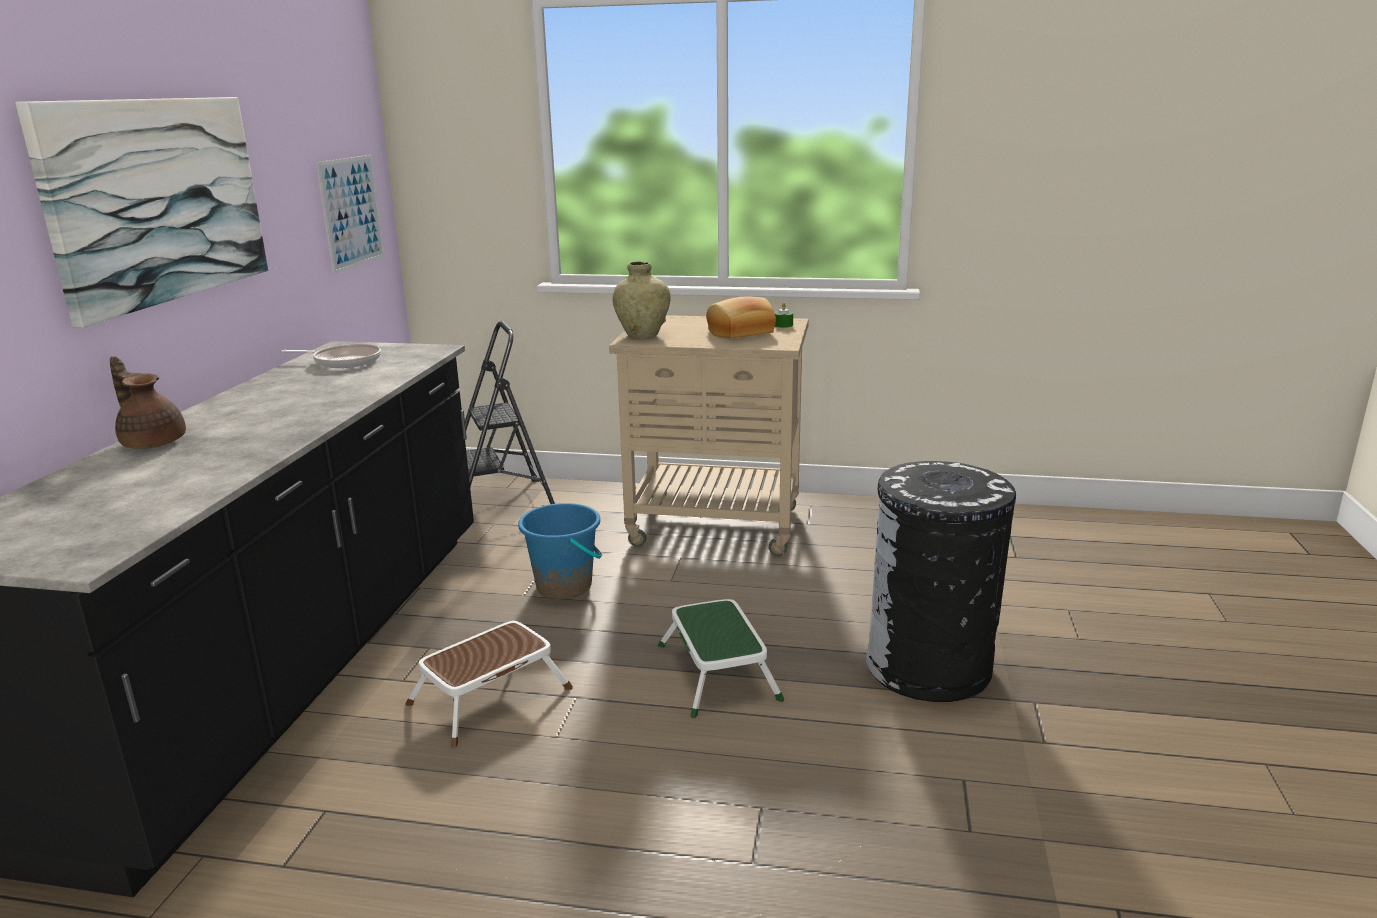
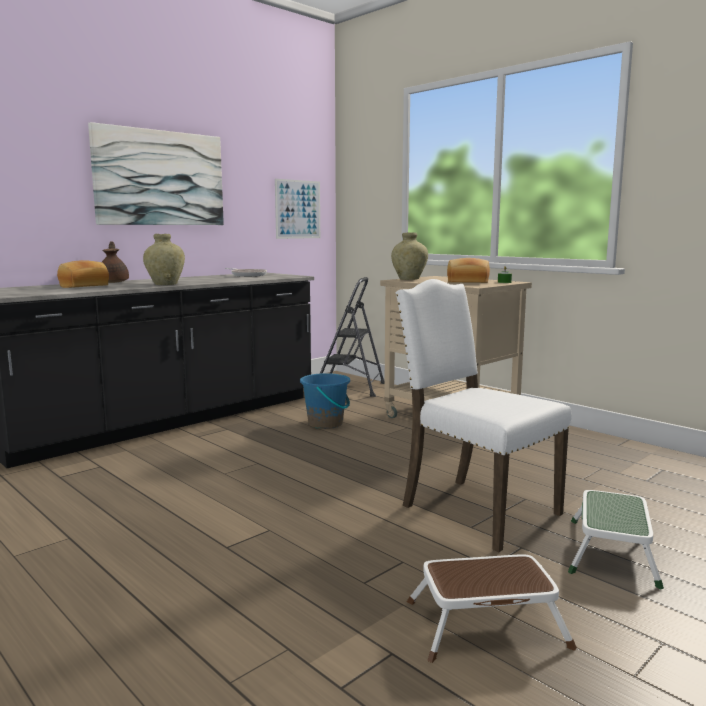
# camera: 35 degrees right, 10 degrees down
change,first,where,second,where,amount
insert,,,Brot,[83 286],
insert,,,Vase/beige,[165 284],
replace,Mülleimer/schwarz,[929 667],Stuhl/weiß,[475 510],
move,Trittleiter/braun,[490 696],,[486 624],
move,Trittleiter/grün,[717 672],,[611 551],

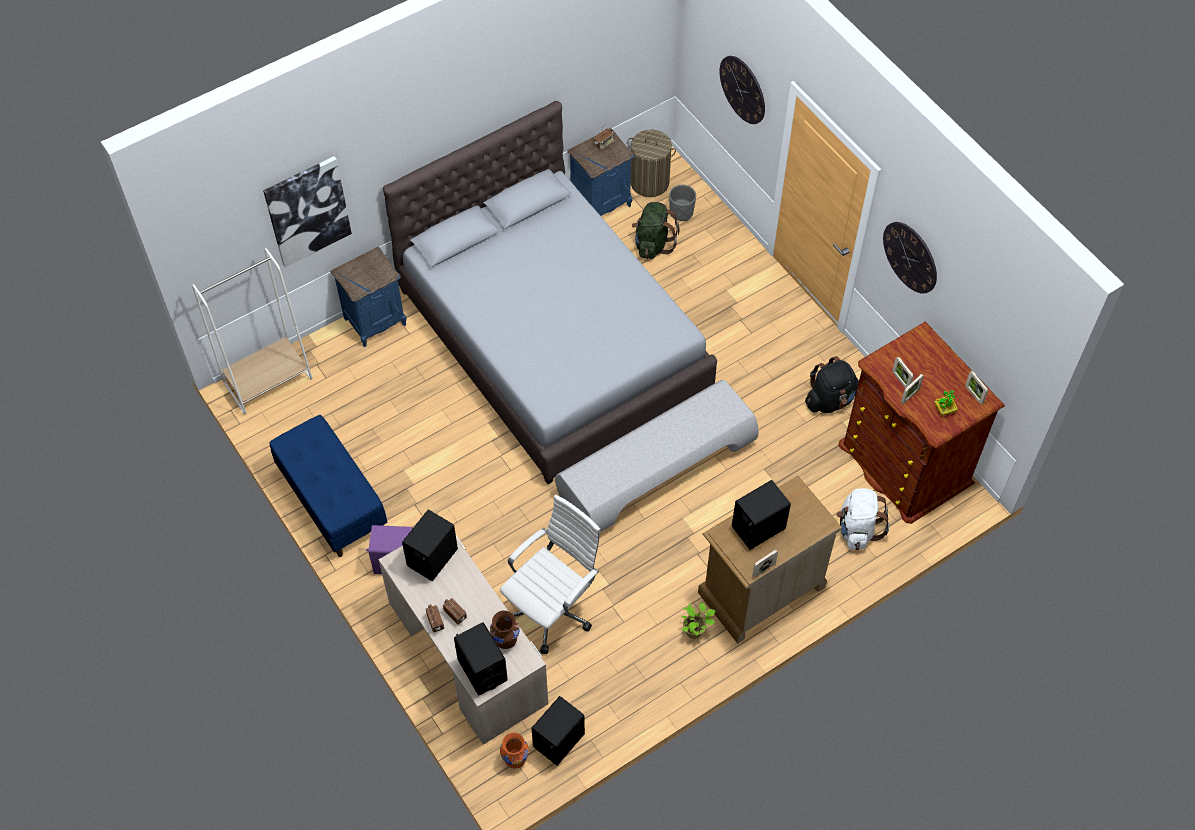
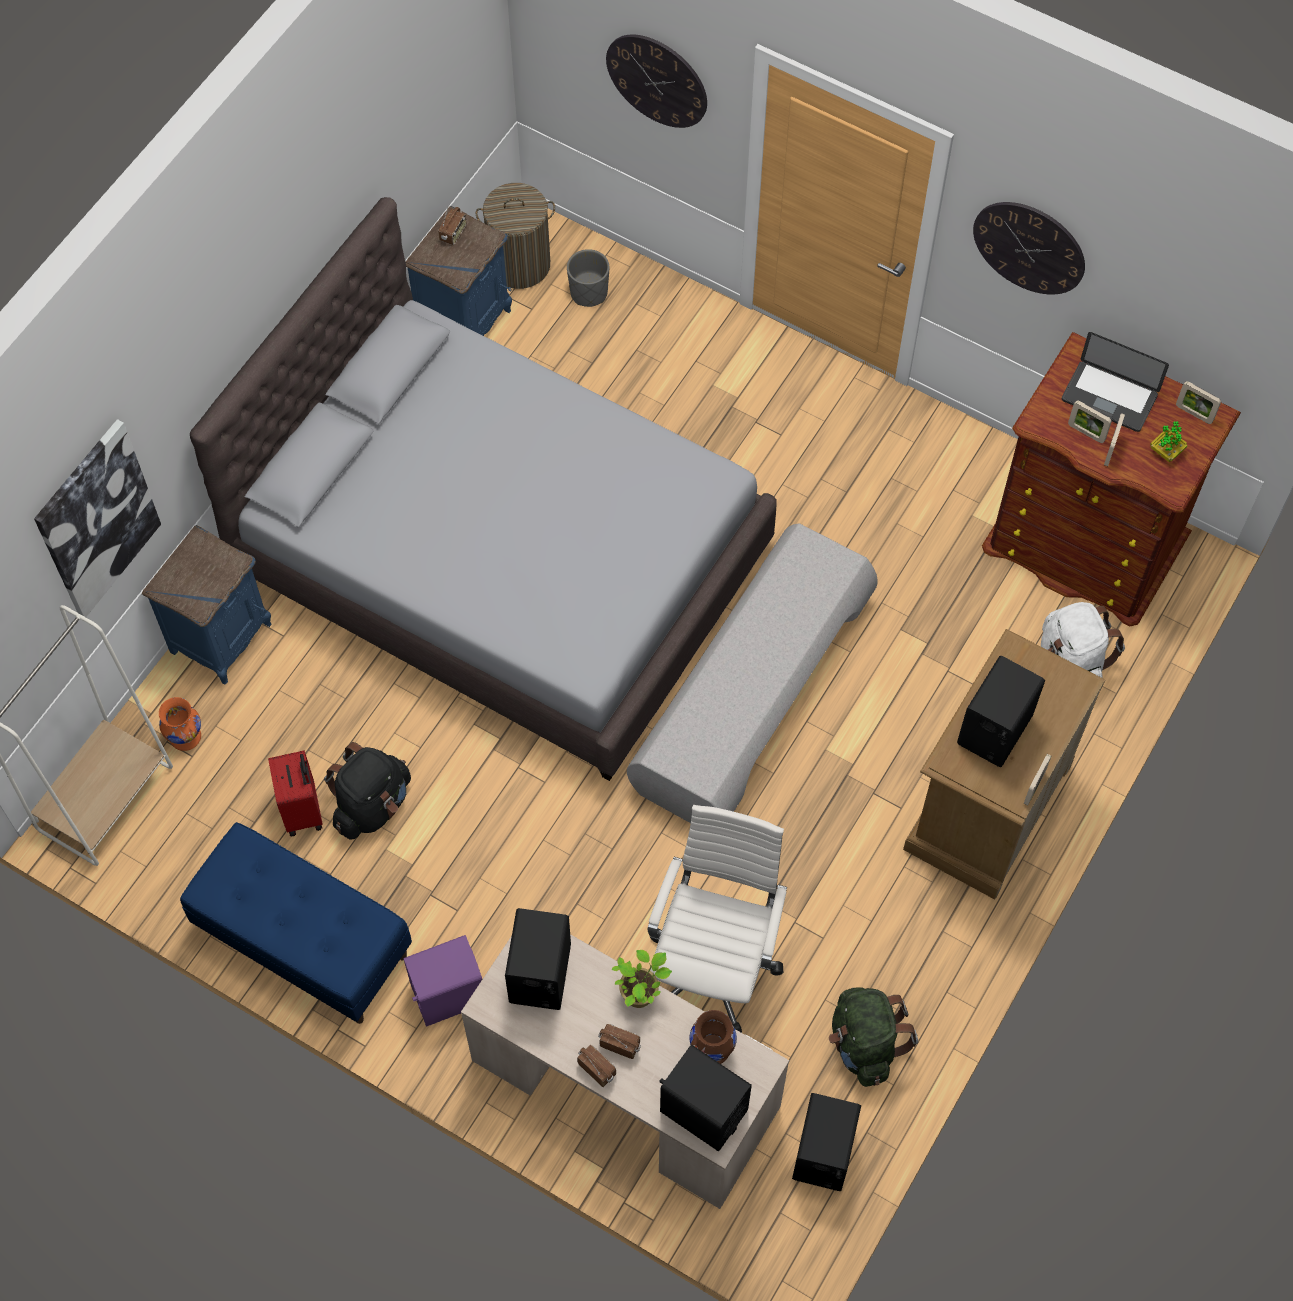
# camera: 25 degrees left, 5 degrees up
change,first,where,second,where,amount
move,Vase/orange,[515 758],,[185 737],
insert,,,Koffer/rot,[303 810],
move,Rucksack/schwarz,[830 400],,[372 805],
move,Topfpflanze,[695 631],,[640 993],
move,Rucksack/grün,[653 244],,[864 1044],
insert,,,Laptop,[1109 397],

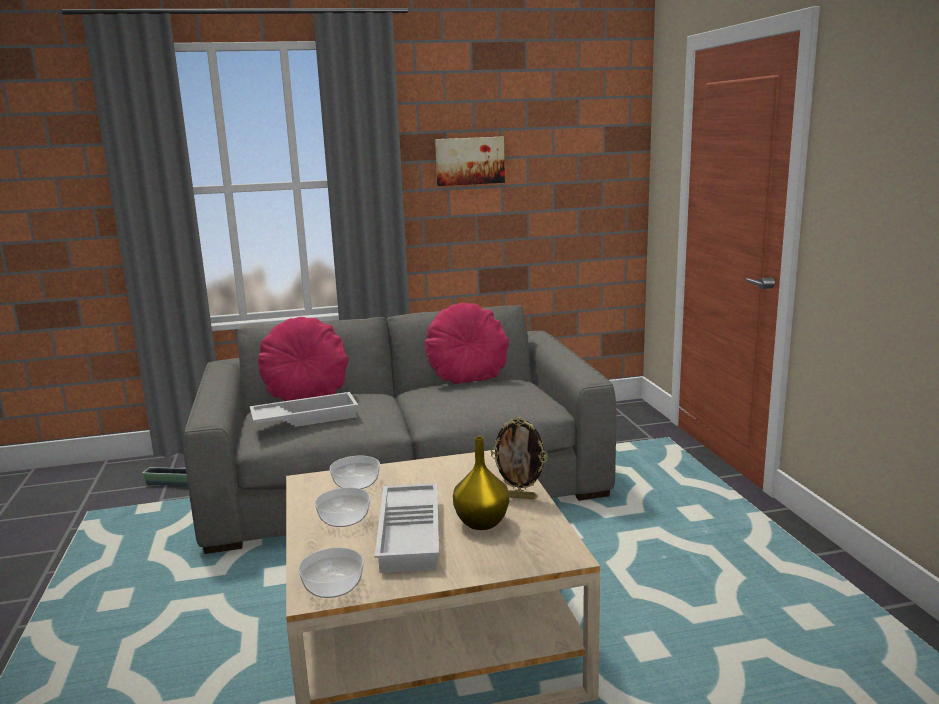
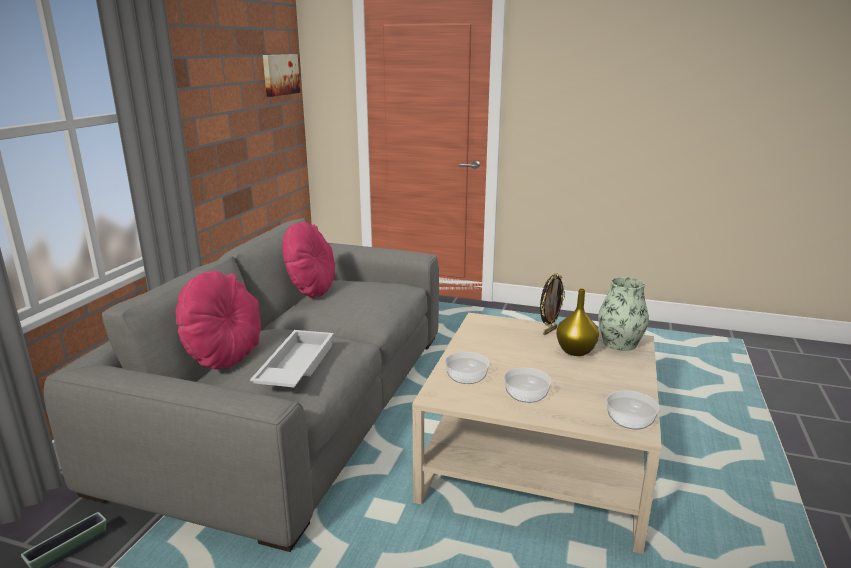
# camera: 60 degrees left, 5 degrees up
change,first,where,second,where,amount
move,Bild,[469 161],,[280 74],
insert,,,Vase,[619 343],
delete,Tablett/weiß,[412 534],,,

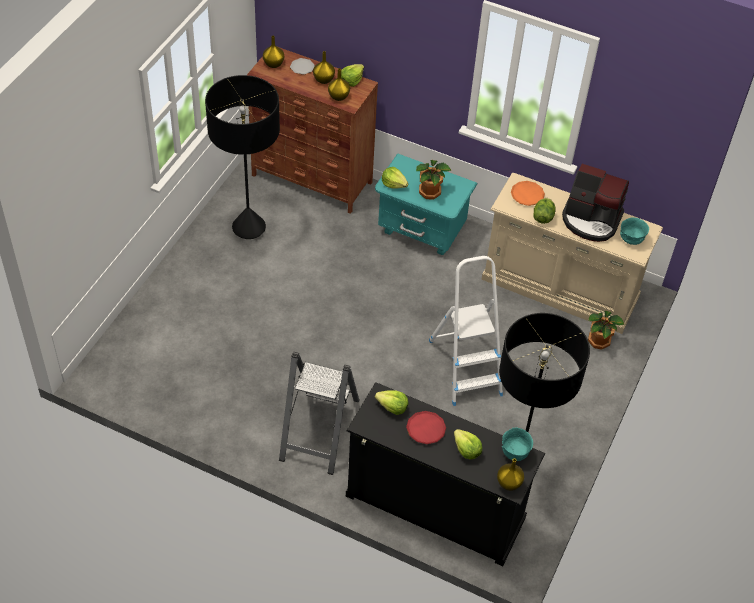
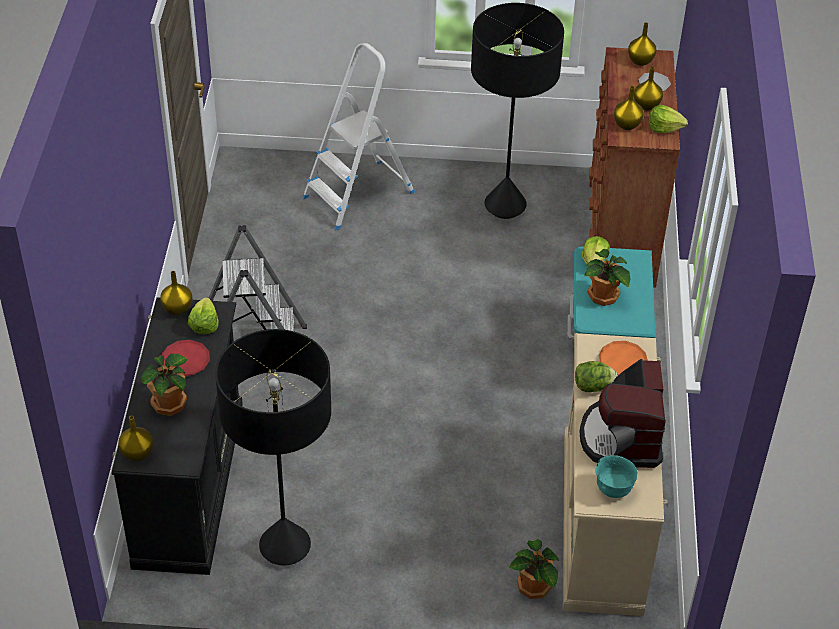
# camera: 70 degrees right, 5 degrees down
change,first,where,second,where,amount
replace,Salatkopf,[466 450],Topfpflanze,[170 403],
insert,,,Vase/gelb,[178 309],
move,Trittleiter/weiß,[465 368],,[357 195],
delete,Schüssel/türkis,[515 453],,,

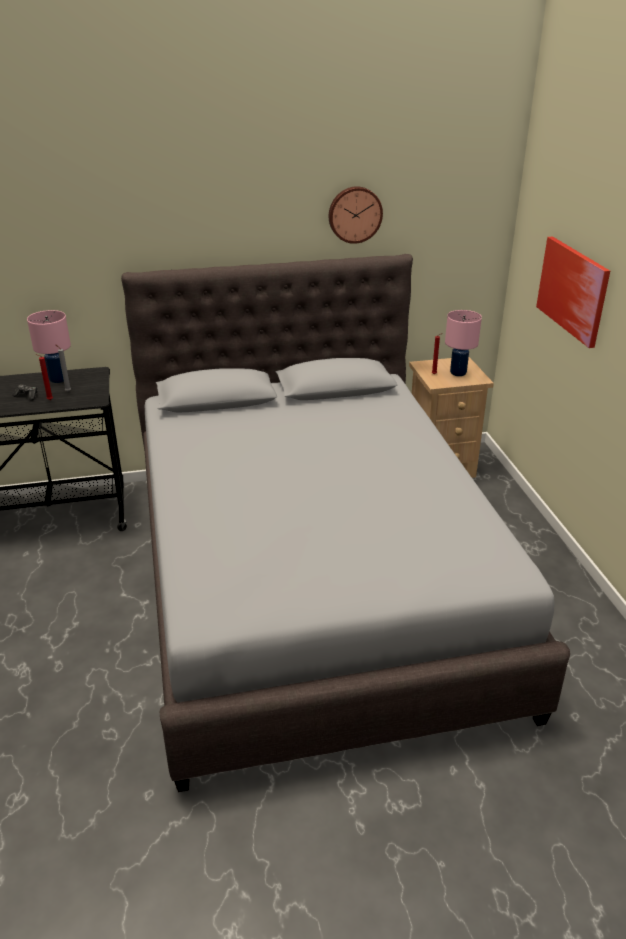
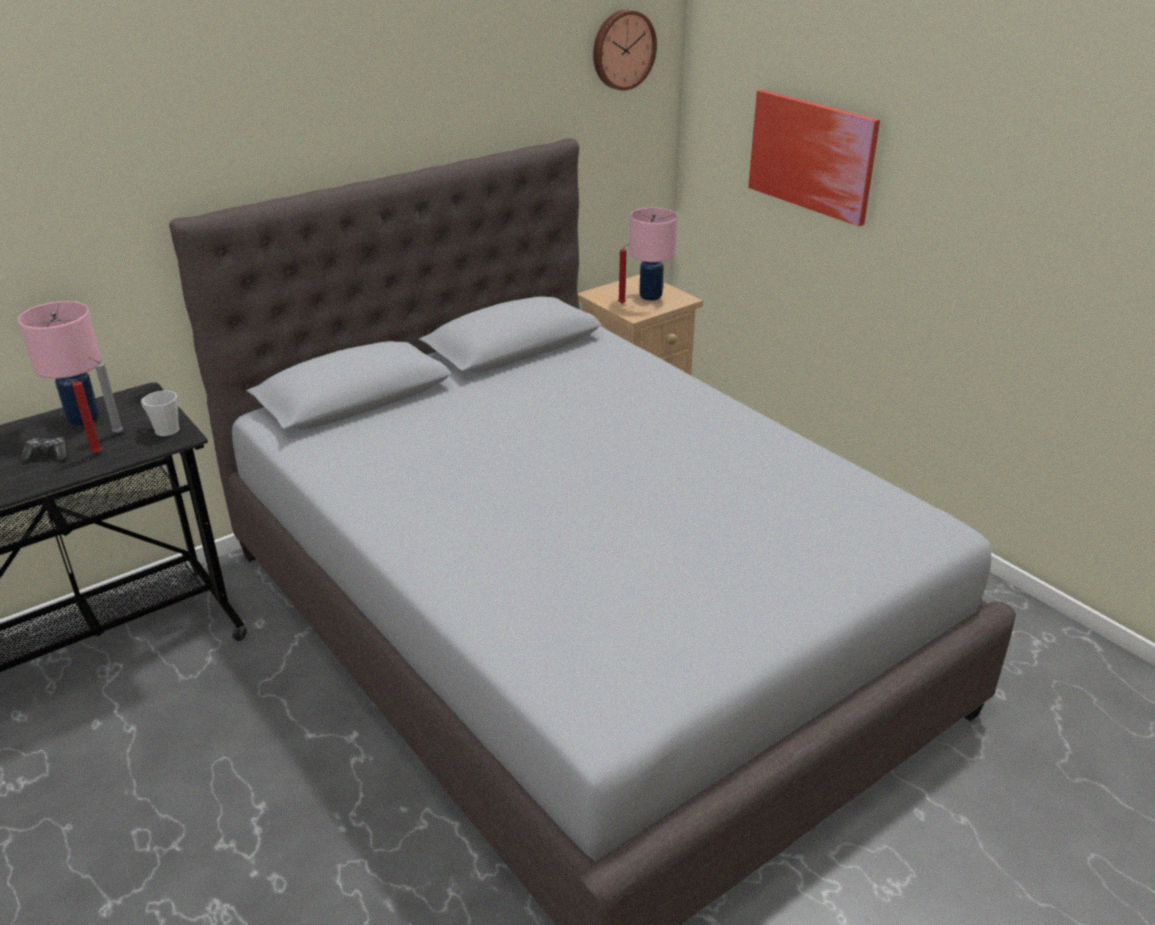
# camera: 25 degrees left, 0 degrees up
change,first,where,second,where,amount
insert,,,Henkelbecher/grau,[163 429],
move,Wanduhr,[354 214],,[622 49],

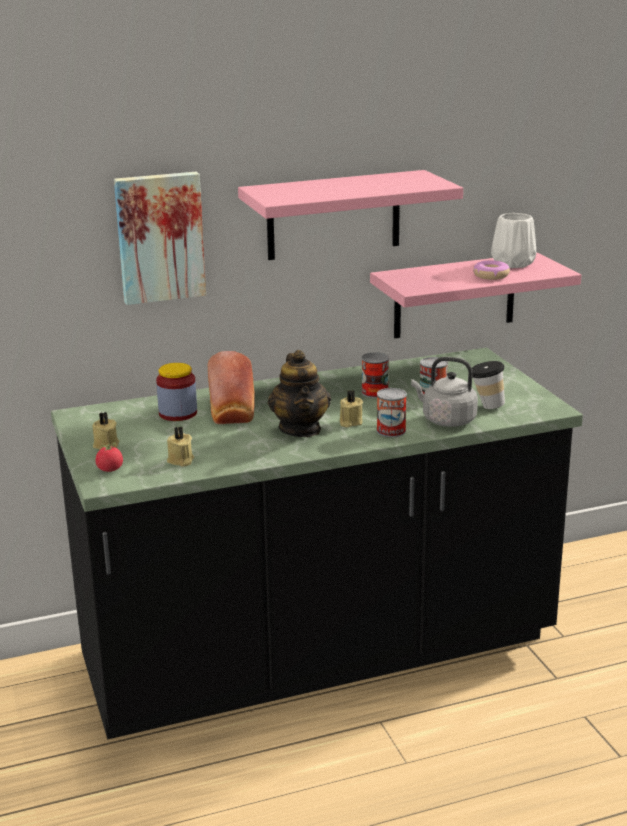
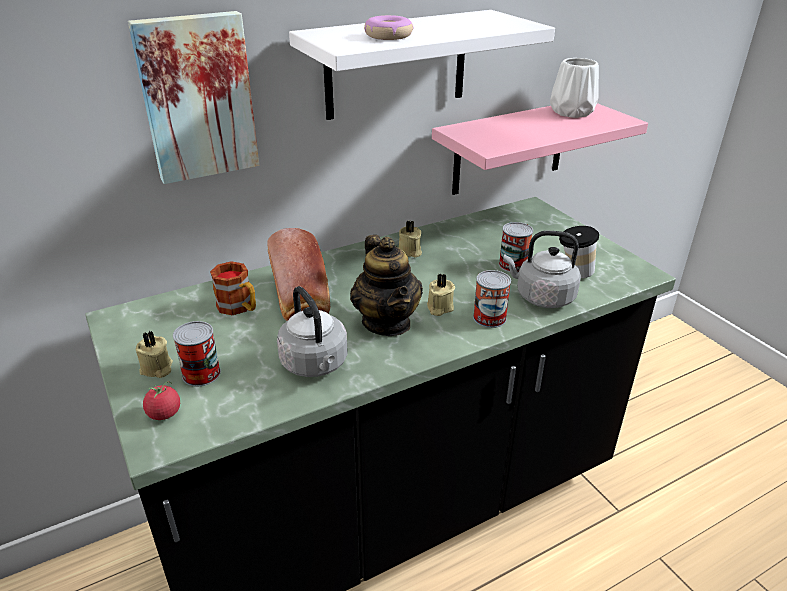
# camera: 10 degrees left, 10 degrees up
change,first,where,second,where,amount
move,Dose,[375 392],,[201 374],
replace,Vorratsglas,[178 413],Henkelbecher,[239 308],
insert,,,Wasserkessel/grau,[316 365],
recolor,Wandregal/rosa,[333 215],Wandregal/weiß,[396 64],
move,Donut,[491 275],,[388 36],
move,Kerze/beige,[180 461],,[410 252],

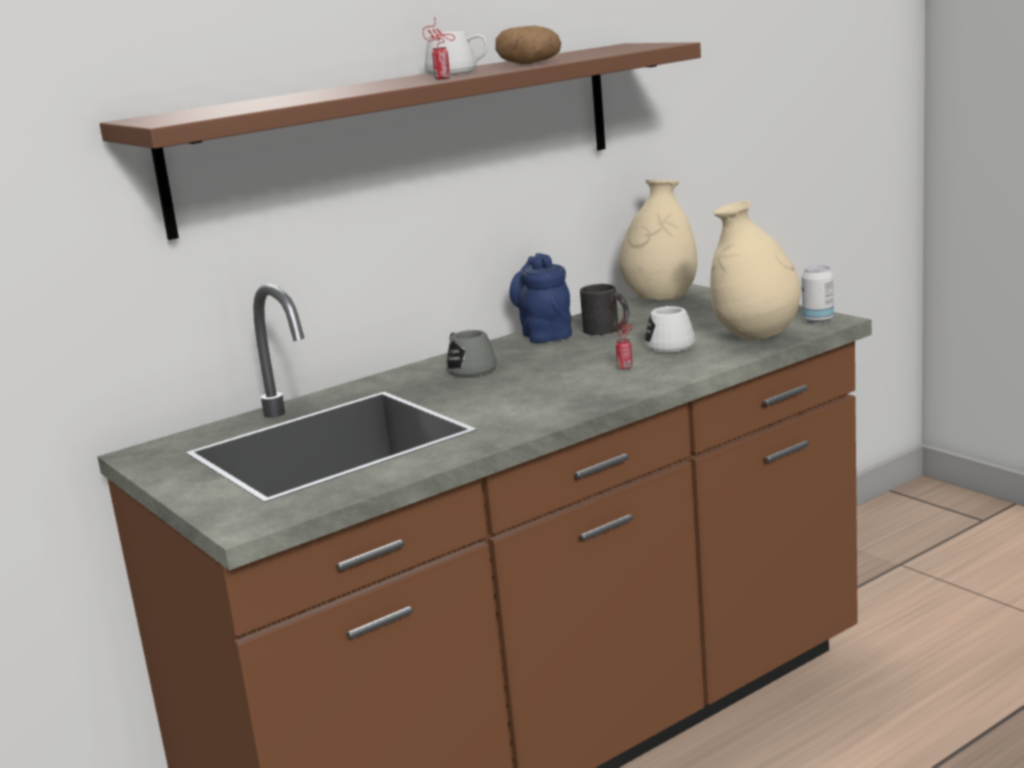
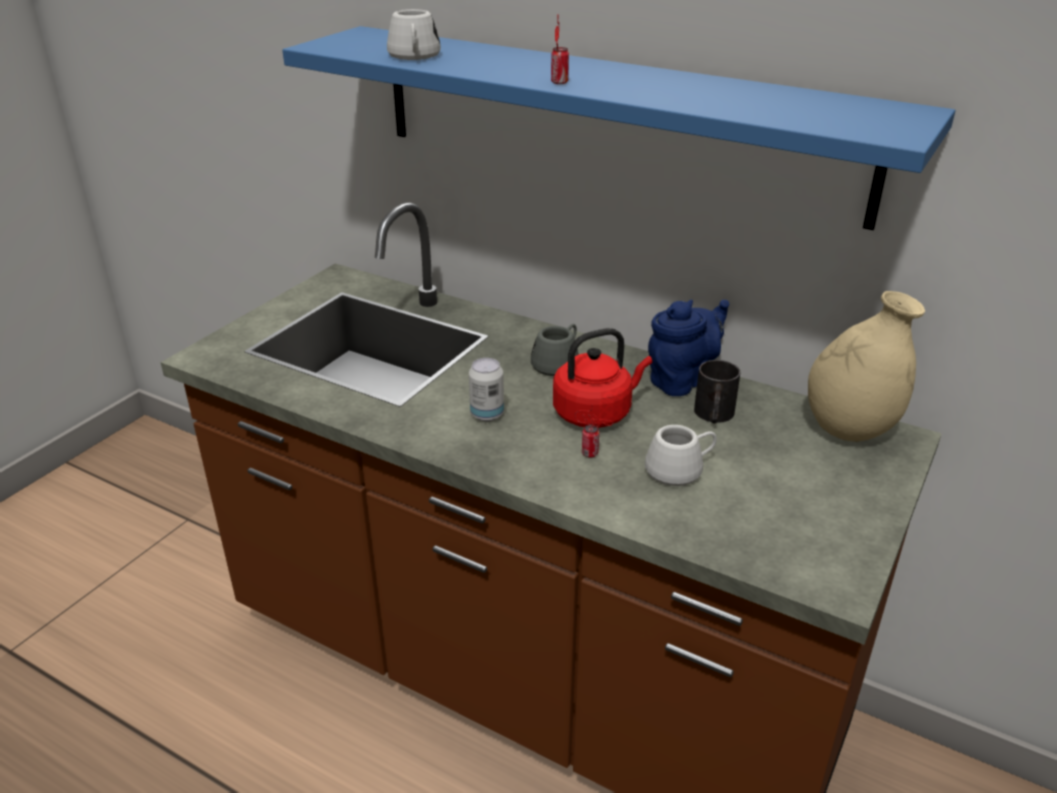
# camera: 65 degrees right, 15 degrees up
change,first,where,second,where,amount
recolor,Wandregal/braun,[402 134],Wandregal/blau,[611 120],
move,Henkelbecher/weiß,[458 72],,[414 57],
move,Dose,[818 320],,[487 414],
insert,,,Wasserkessel/rot,[596 413],
delete,Kartoffel,[529 63],,,
delete,Vase/beige,[756 337],,,

